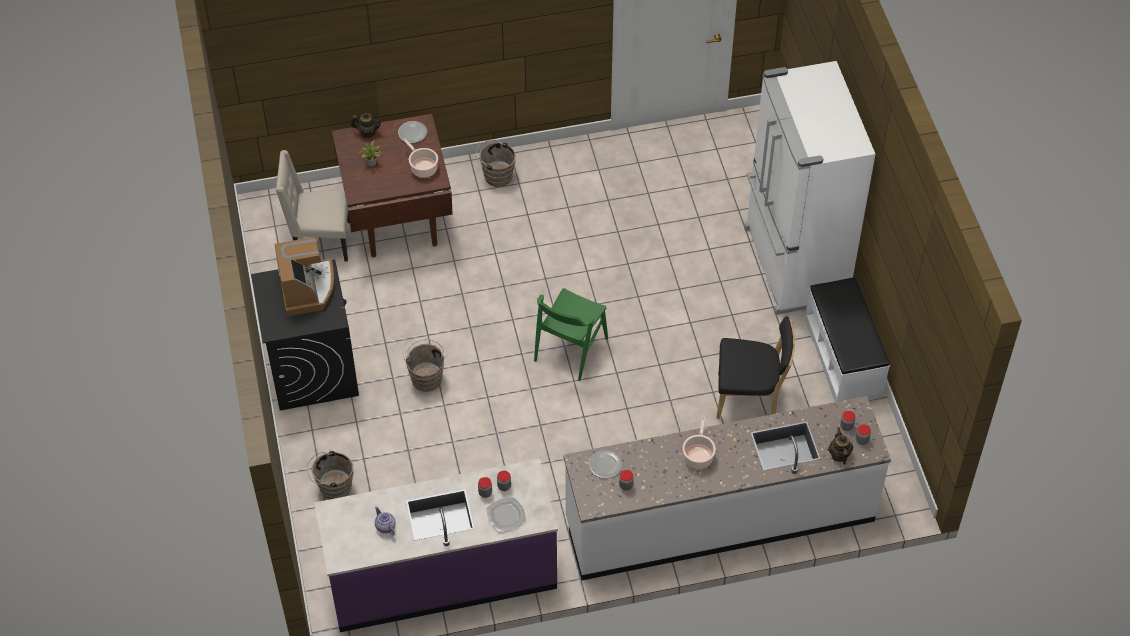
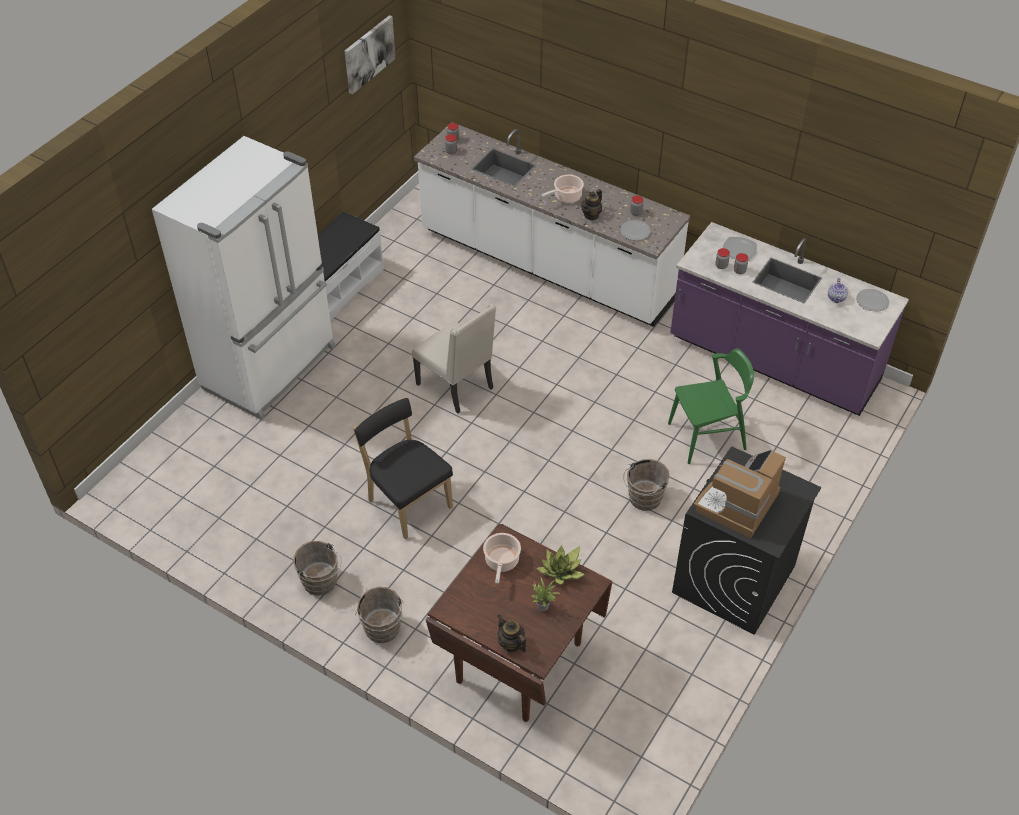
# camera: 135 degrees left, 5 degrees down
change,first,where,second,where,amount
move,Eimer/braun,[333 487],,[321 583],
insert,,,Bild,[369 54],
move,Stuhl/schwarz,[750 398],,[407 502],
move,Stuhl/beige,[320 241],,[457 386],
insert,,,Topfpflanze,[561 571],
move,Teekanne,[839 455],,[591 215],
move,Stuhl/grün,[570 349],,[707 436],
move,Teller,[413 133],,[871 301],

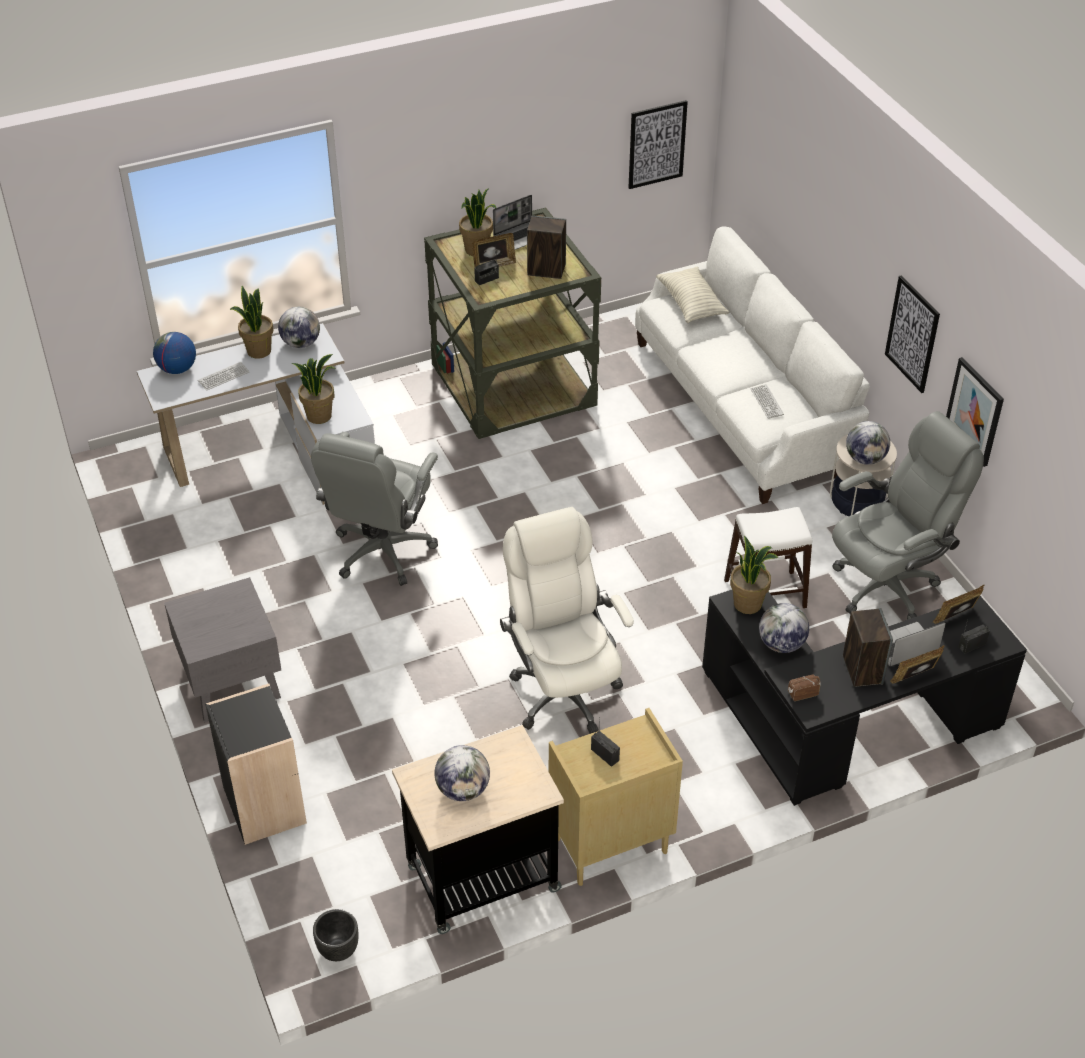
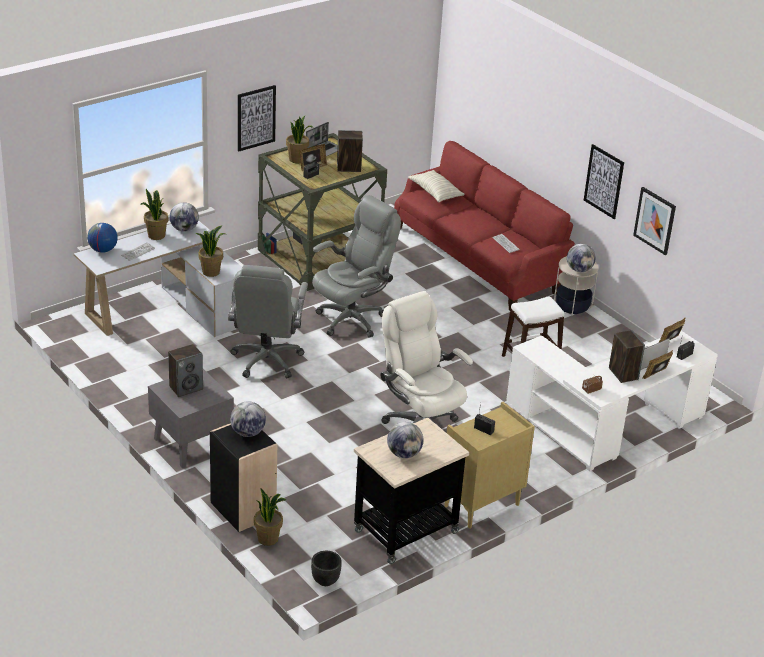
# camera: 15 degrees left, 10 degrees down
change,first,where,second,where,amount
insert,,,Lautsprecher,[186 388],
move,Globus,[781 644],,[247 433],
move,Bild,[657 144],,[256 118],
move,Topfpflanze,[748 604],,[268 538],
move,Bürostuhl/grau,[886 586],,[352 319],
recolor,Sofa/weiß,[742 407],Sofa/rot,[478 259],
recolor,Schreibtisch/schwarz,[844 728],Schreibtisch/weiß,[606 428],

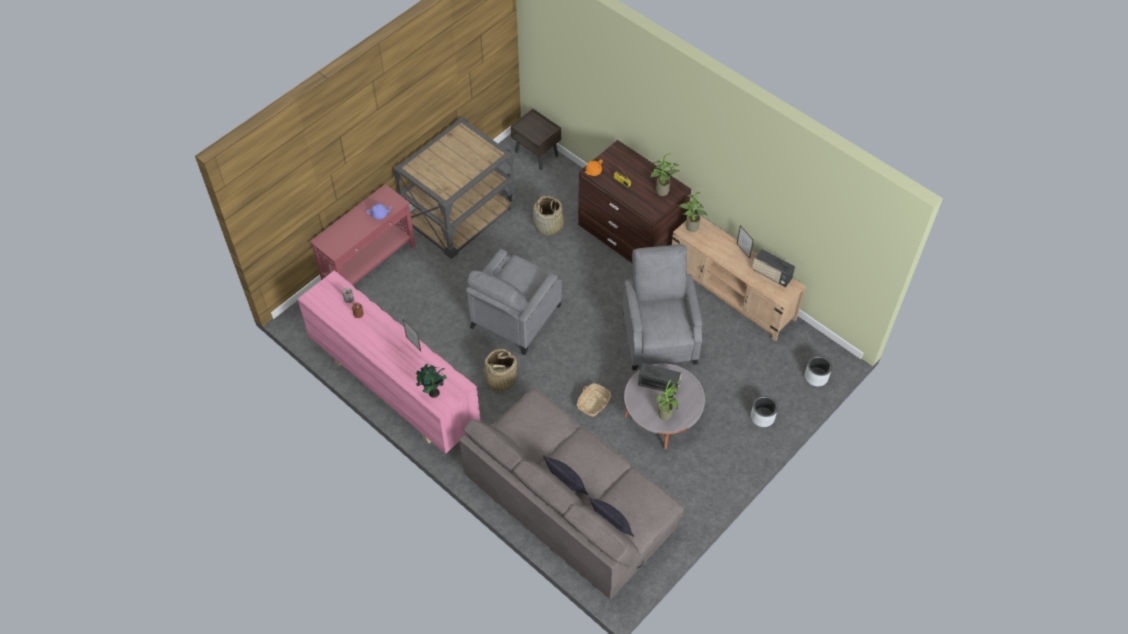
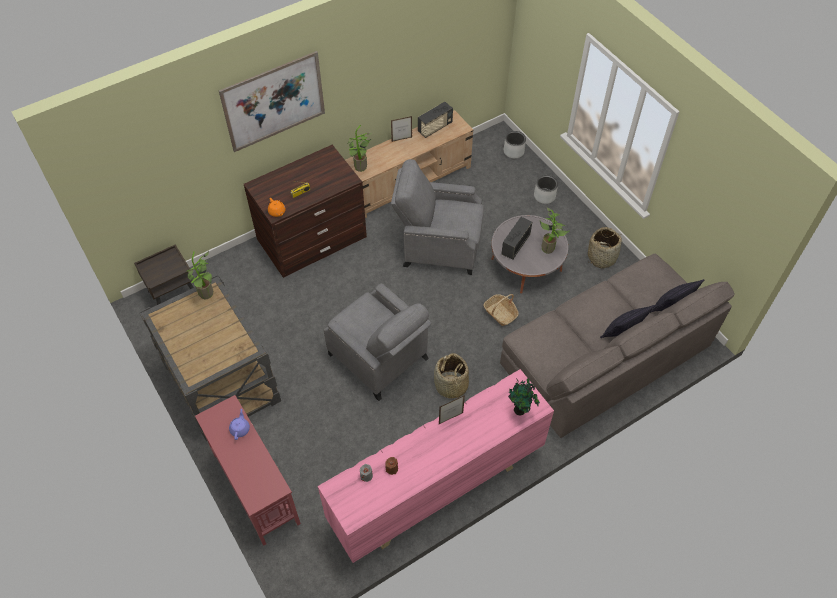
# camera: 75 degrees left, 0 degrees up
change,first,where,second,where,amount
move,Topfpflanze,[661 192],,[208 295],
insert,,,Bild,[274 102],
move,Korb,[548 226],,[602 257],

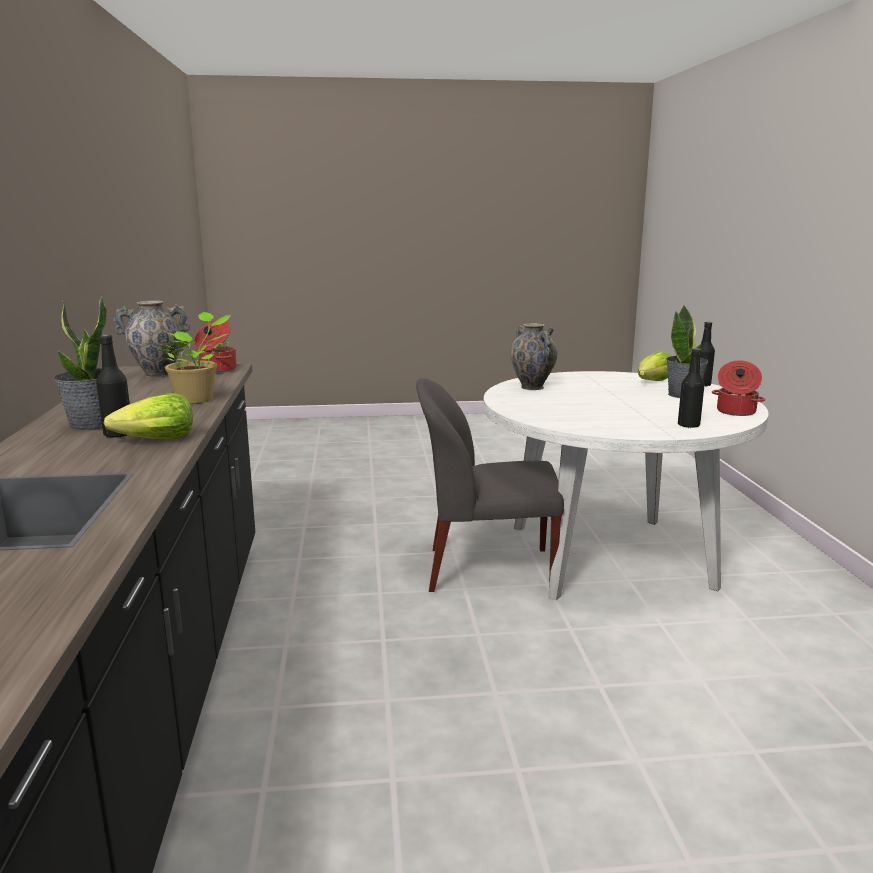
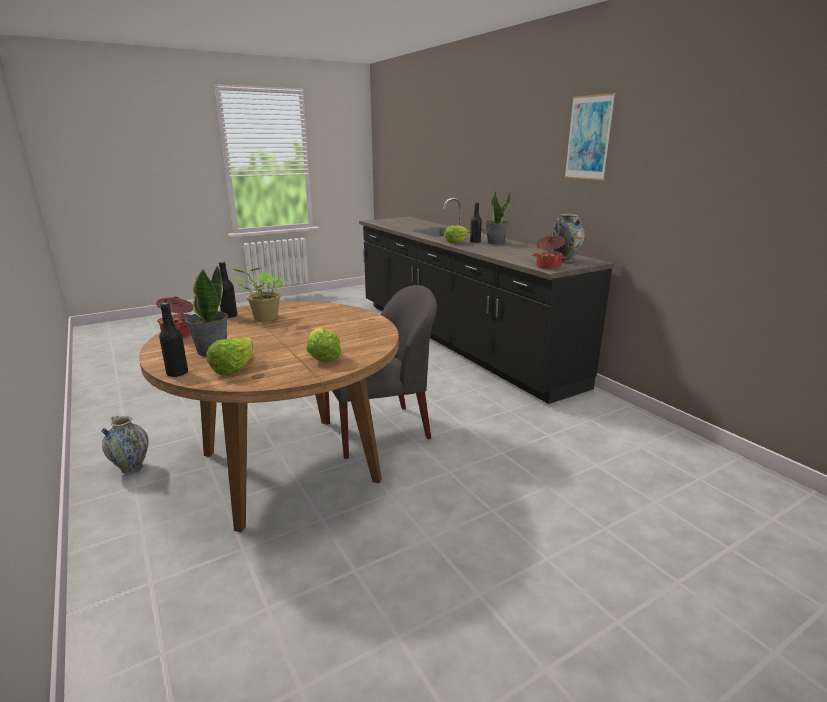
# camera: 155 degrees right, 5 degrees up
change,first,where,second,where,amount
move,Vase,[532 387],,[132 468],
recolor,Esstisch/weiß,[608 555],Esstisch/braun,[289 467],
move,Topfpflanze,[197 399],,[264 318],
insert,,,Salatkopf,[323 357],
insert,,,Bild,[588 138],

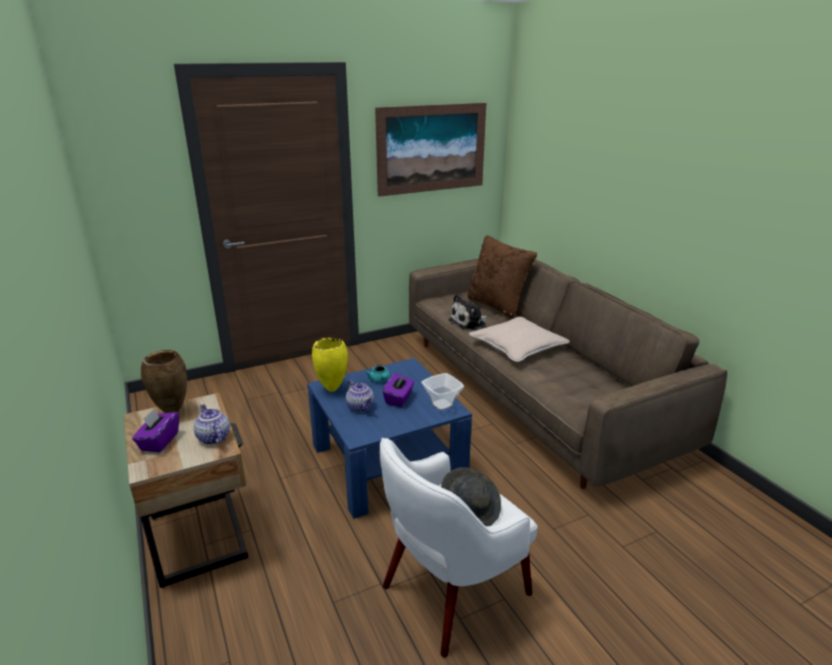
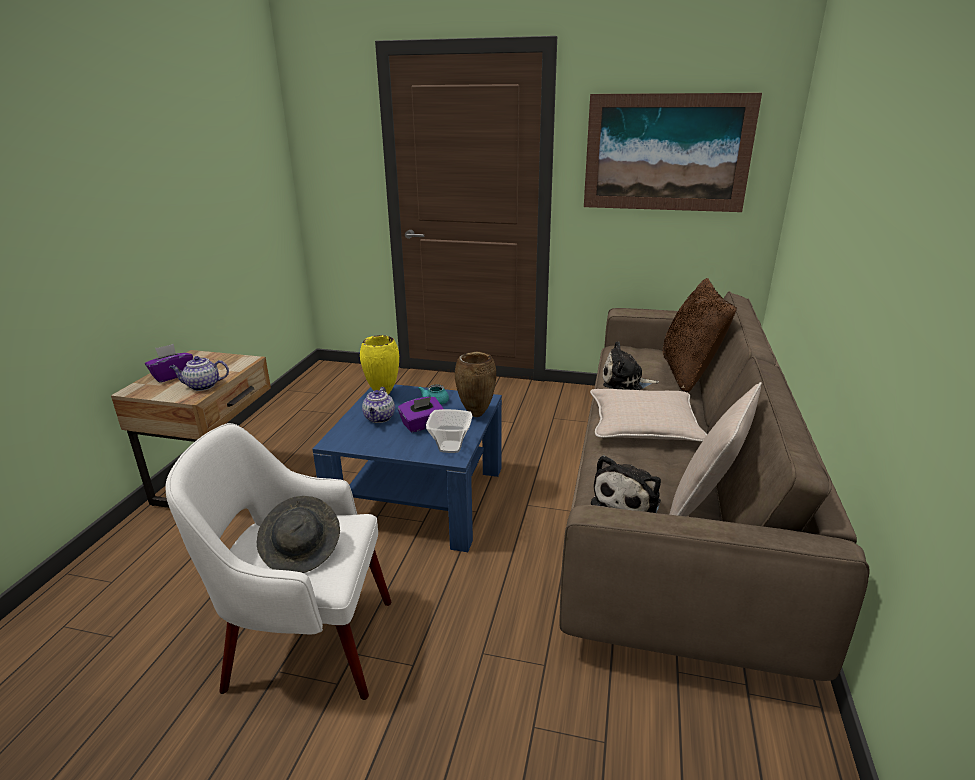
# camera: 40 degrees right, 0 degrees up
change,first,where,second,where,amount
rotate,Teekanne,[213 437],,[202 386],105 degrees counterclockwise
move,Vase/braun,[171 412],,[475 414],
insert,,,Plüschtier,[628 501],
insert,,,Kissen/beige,[704 508],

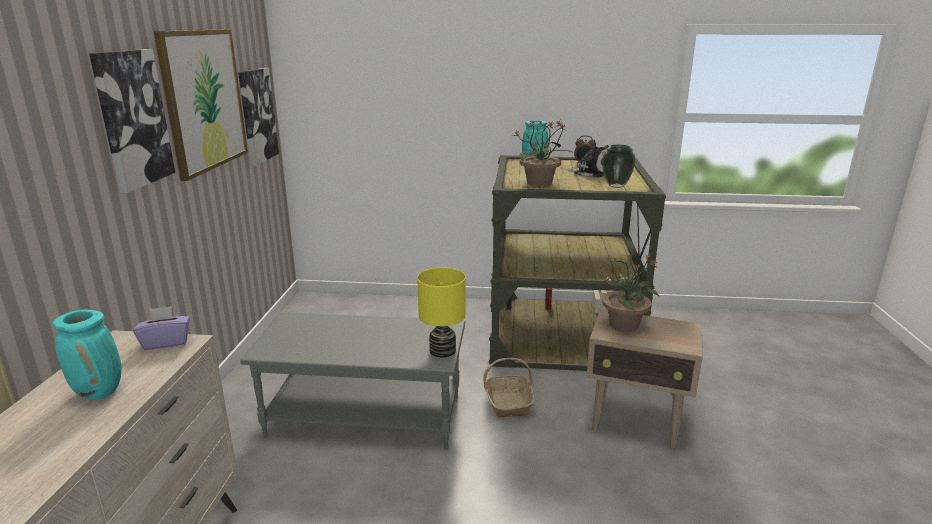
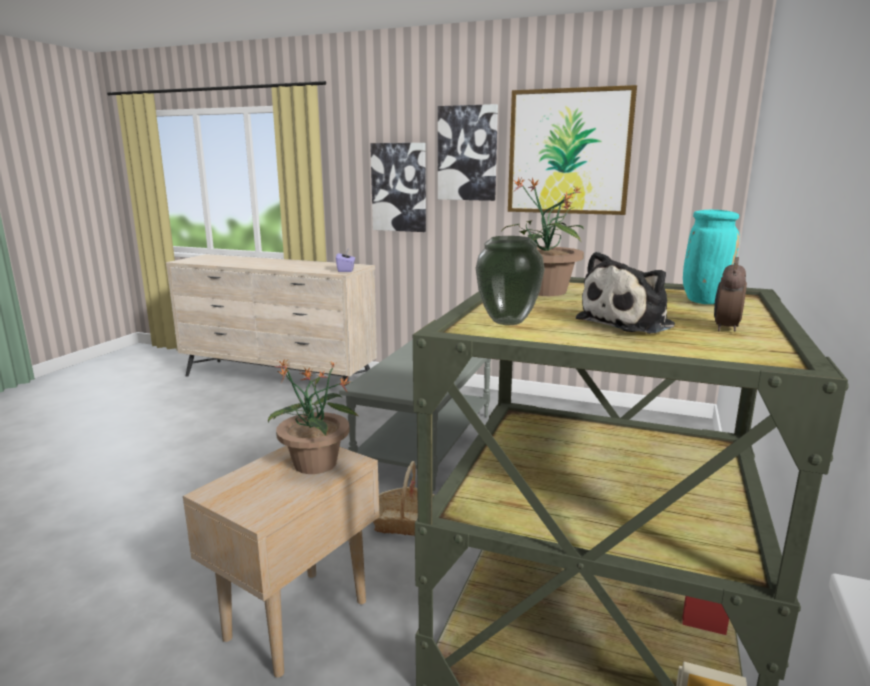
# camera: 105 degrees right, 5 degrees down
change,first,where,second,where,amount
move,Bild,[257 115],,[399 187],
delete,Vase/türkis,[100 392],,,
delete,Tischlampe/gelb,[442 350],,,

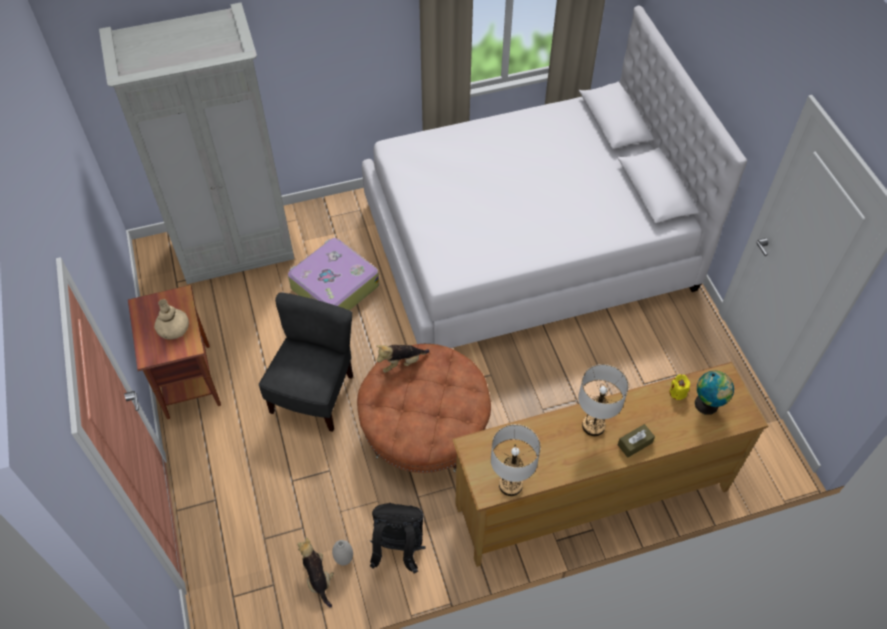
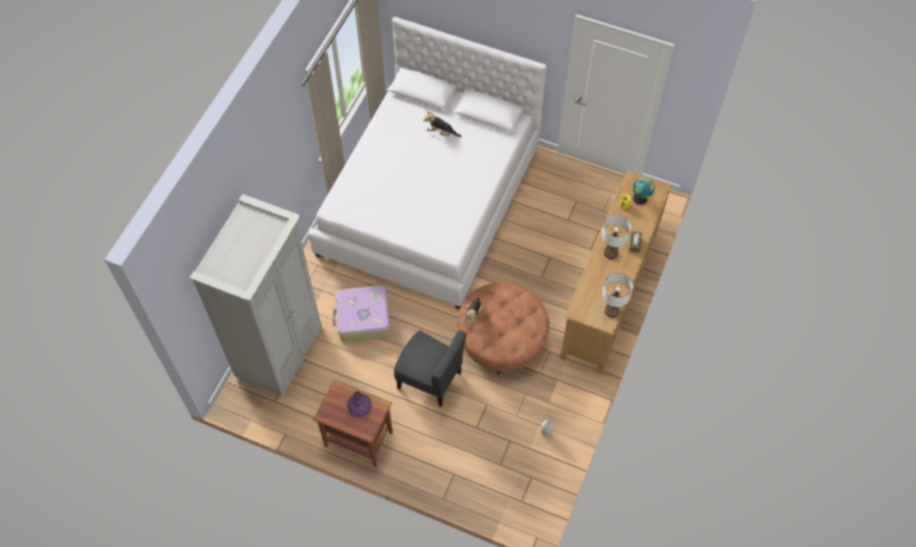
# camera: 50 degrees left, 5 degrees up
change,first,where,second,where,amount
recolor,Vase/beige,[174 329],Vase/lila,[360 407],
rotate,Stuhl/grau,[314 395],,[430 379],150 degrees clockwise
move,Plüschtier,[318 577],,[441 132],
delete,Rucksack/schwarz,[398 550],,,

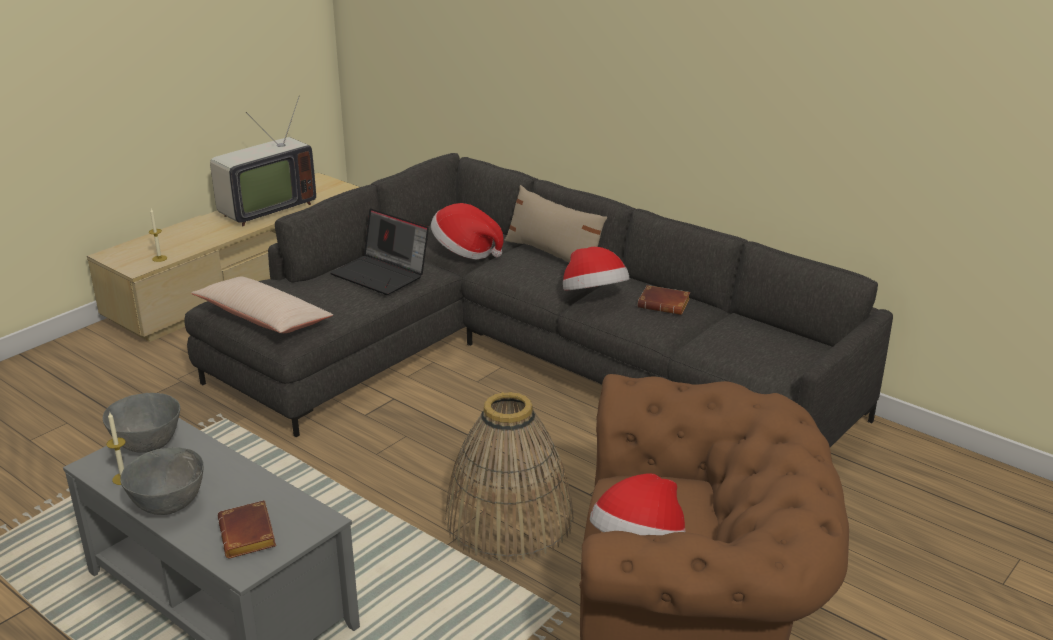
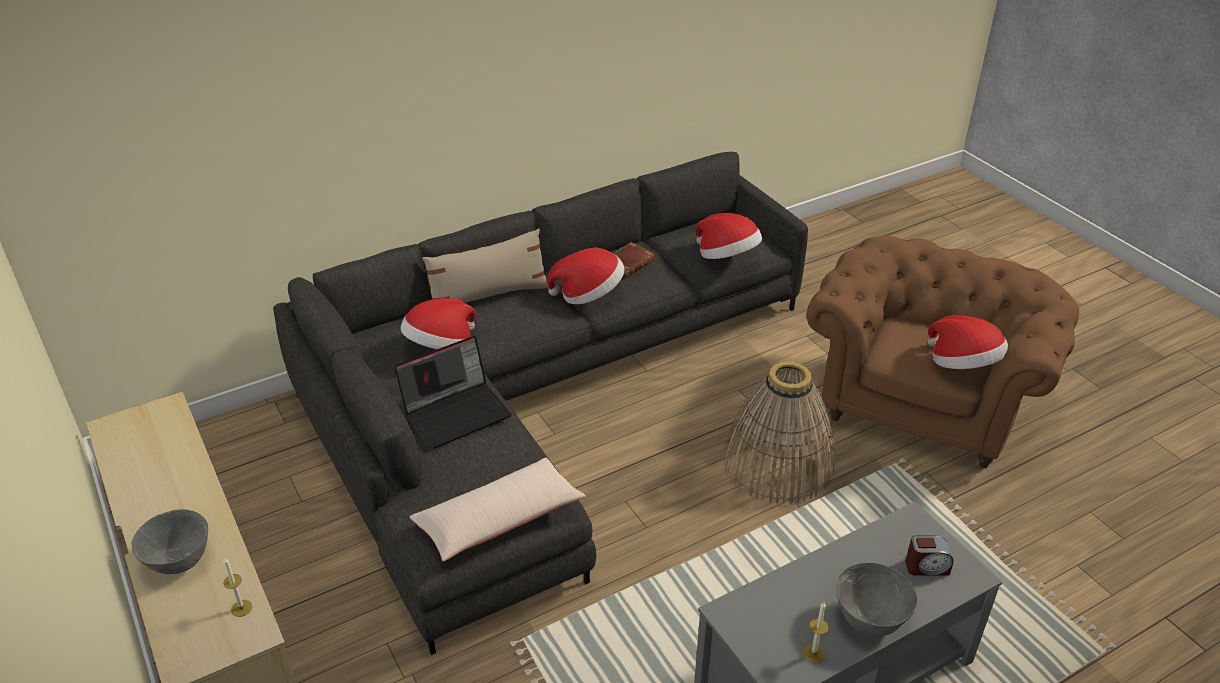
# camera: 70 degrees left, 10 degrees up
change,first,where,second,where,amount
move,Schüssel/grau,[148 445],,[179 561],
insert,,,Hut,[727 257],
replace,Buch/braun,[250 536],Wecker,[926 567],
delete,Fernseher,[264 209],,,

